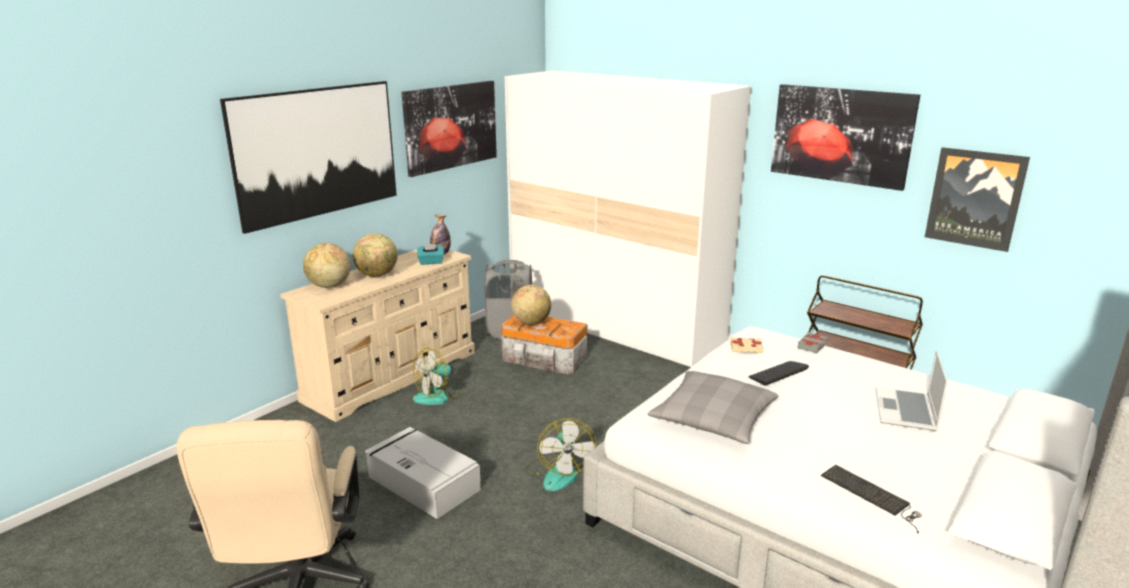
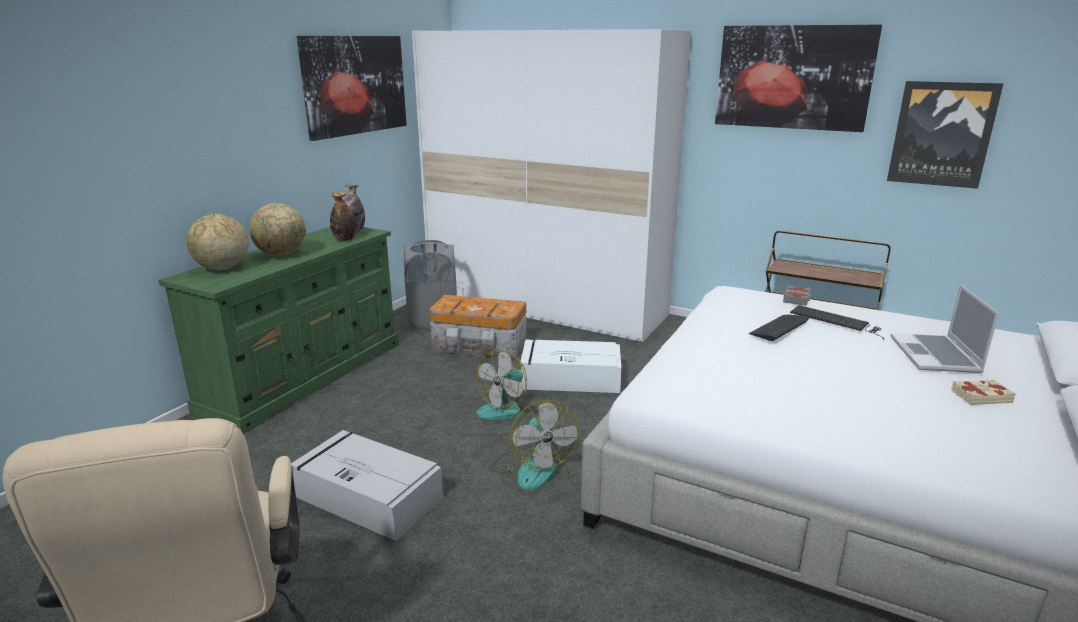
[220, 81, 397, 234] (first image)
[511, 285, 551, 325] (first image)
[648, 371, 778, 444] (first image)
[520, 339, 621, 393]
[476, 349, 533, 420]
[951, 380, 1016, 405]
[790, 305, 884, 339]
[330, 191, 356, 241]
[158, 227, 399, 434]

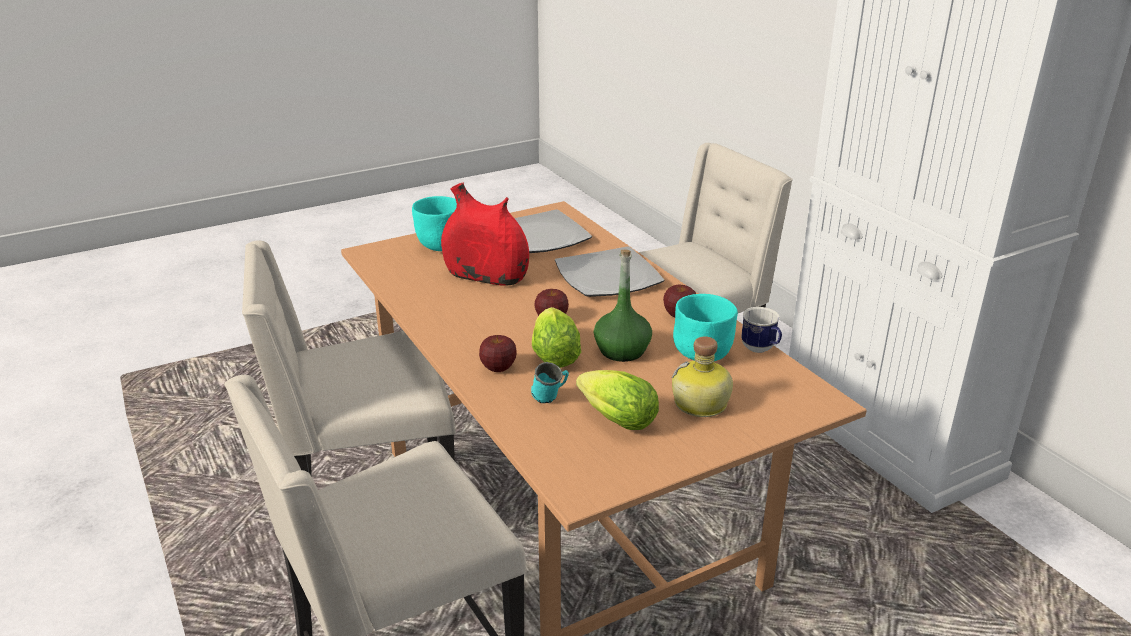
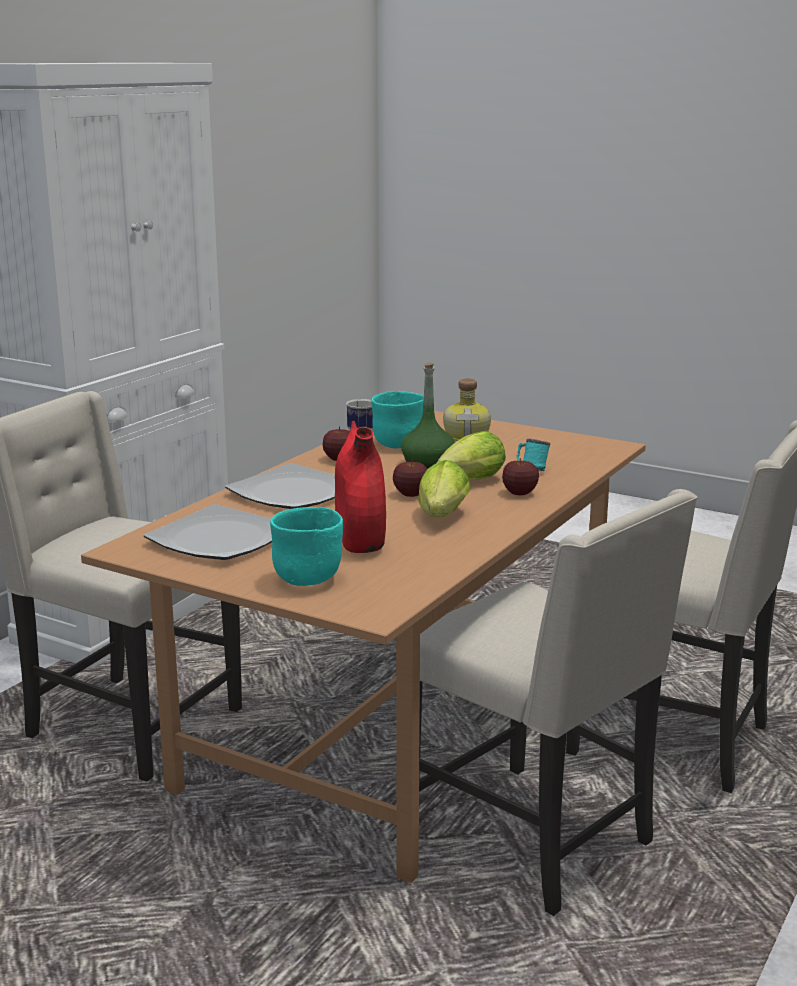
[418, 460, 471, 518]

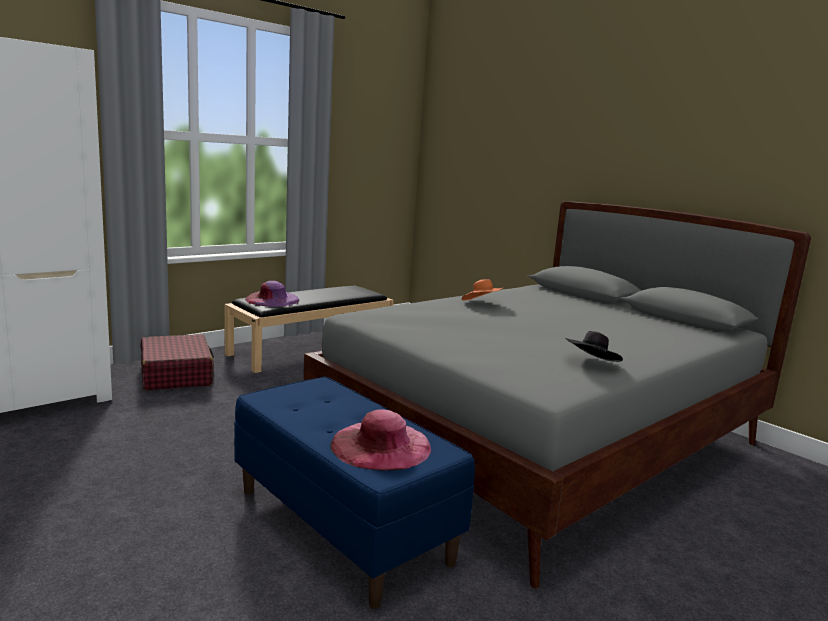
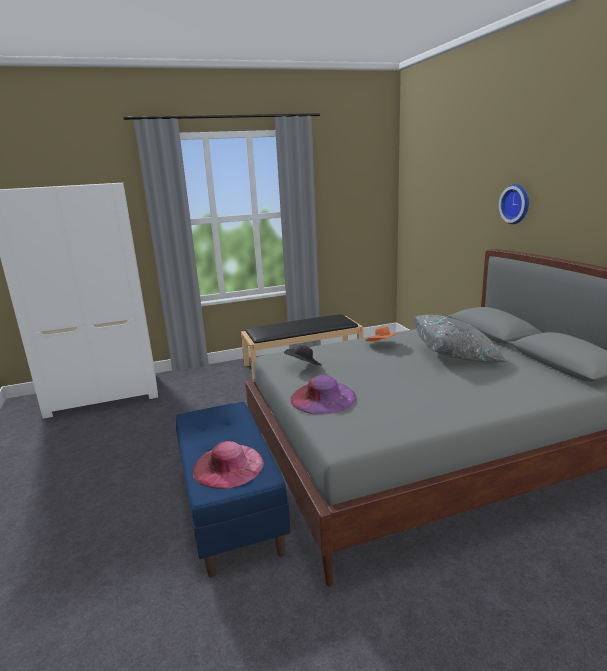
[140, 334, 214, 390] (first image)
[413, 315, 507, 362]
[499, 184, 529, 224]
[290, 375, 356, 414]
[284, 345, 322, 366]

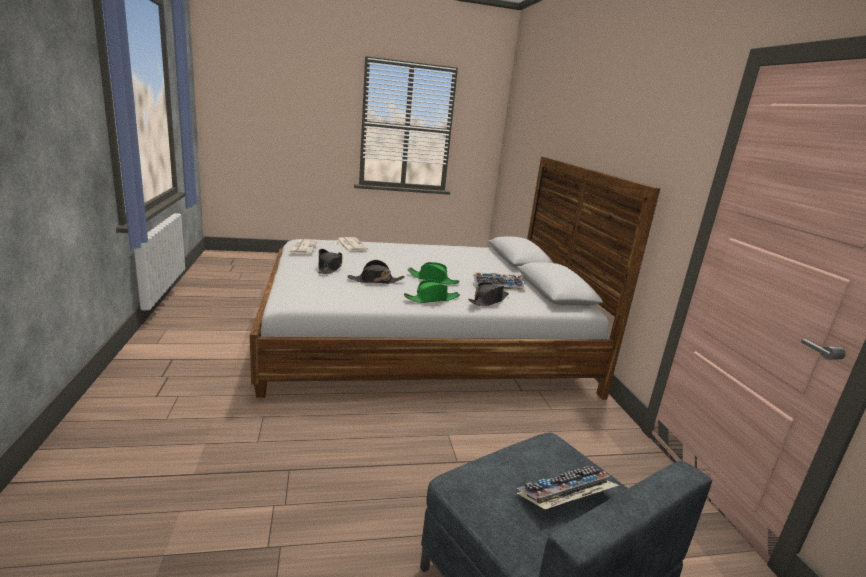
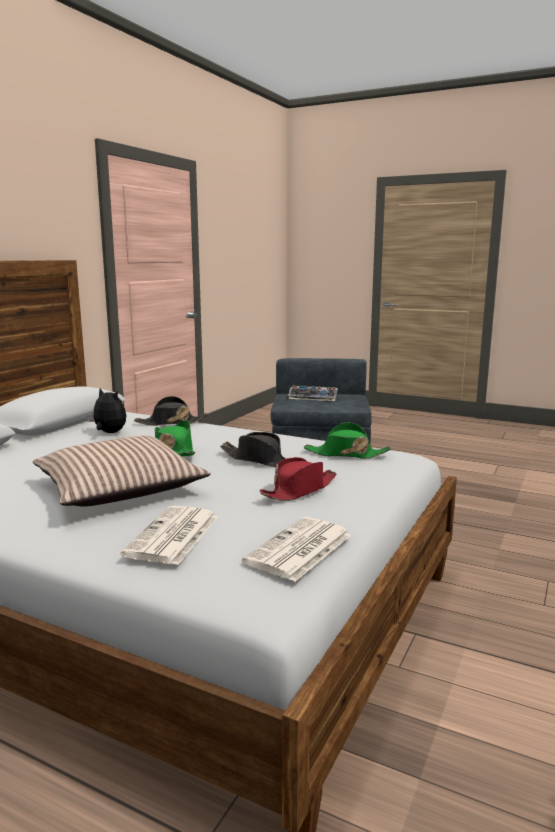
[33, 436, 210, 507]
[304, 422, 391, 459]
[88, 388, 127, 433]
[259, 457, 337, 501]

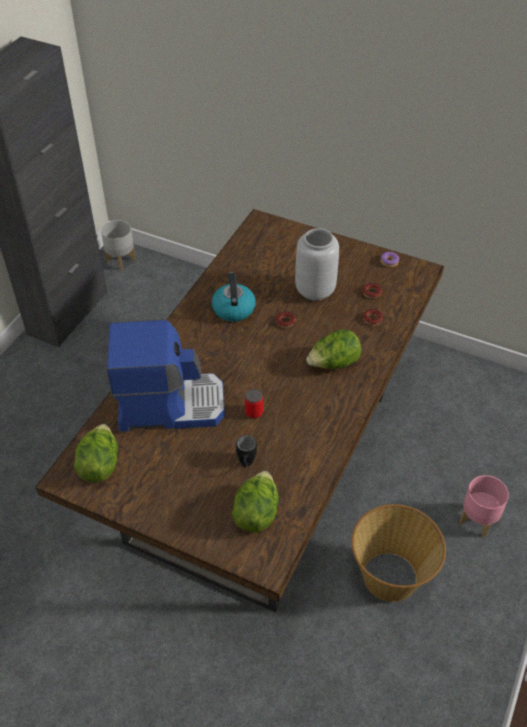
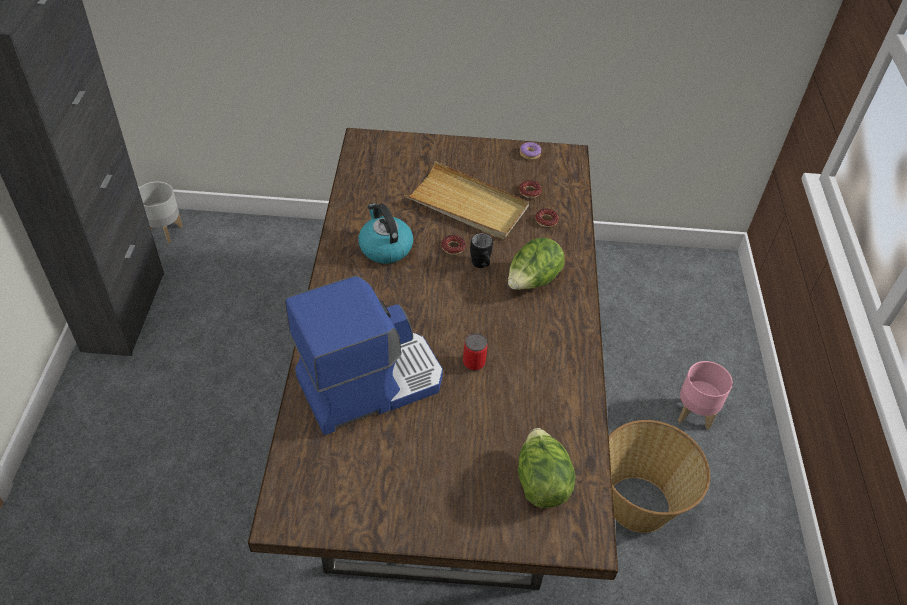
[74, 424, 118, 482] (first image)
[470, 233, 493, 268]
[404, 161, 529, 239]

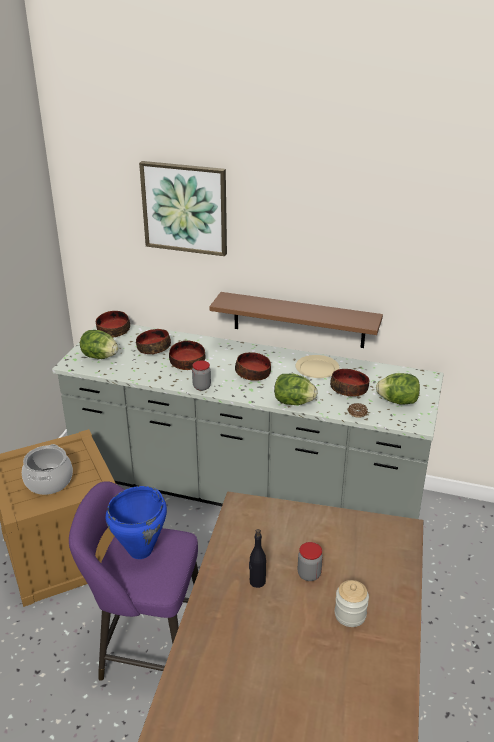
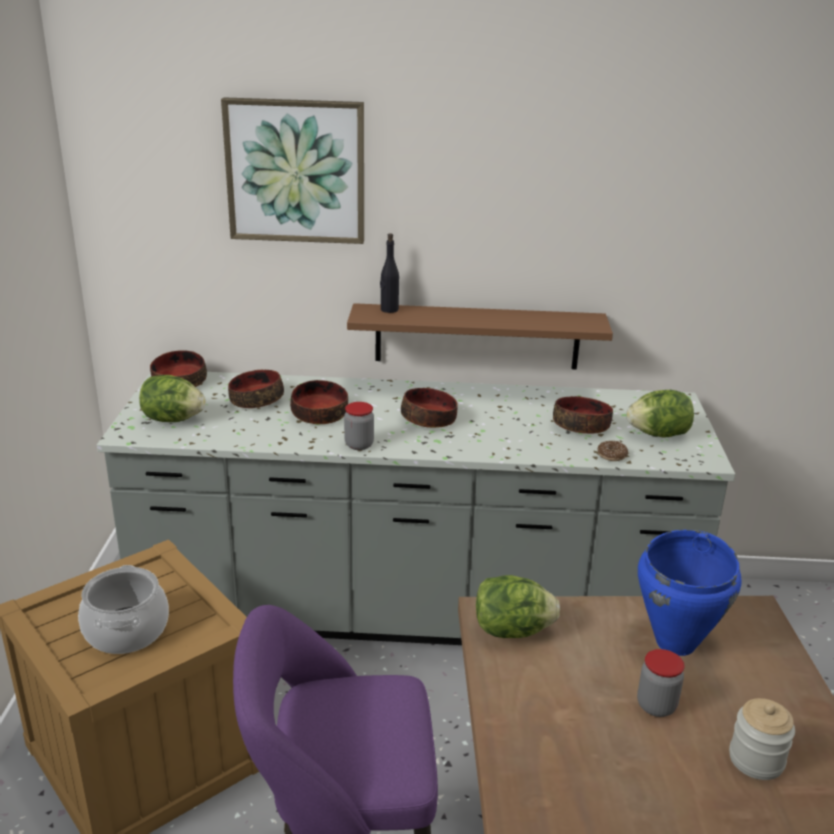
[295, 355, 339, 378] (first image)
[638, 529, 742, 656]
[380, 233, 399, 313]
[476, 575, 560, 638]

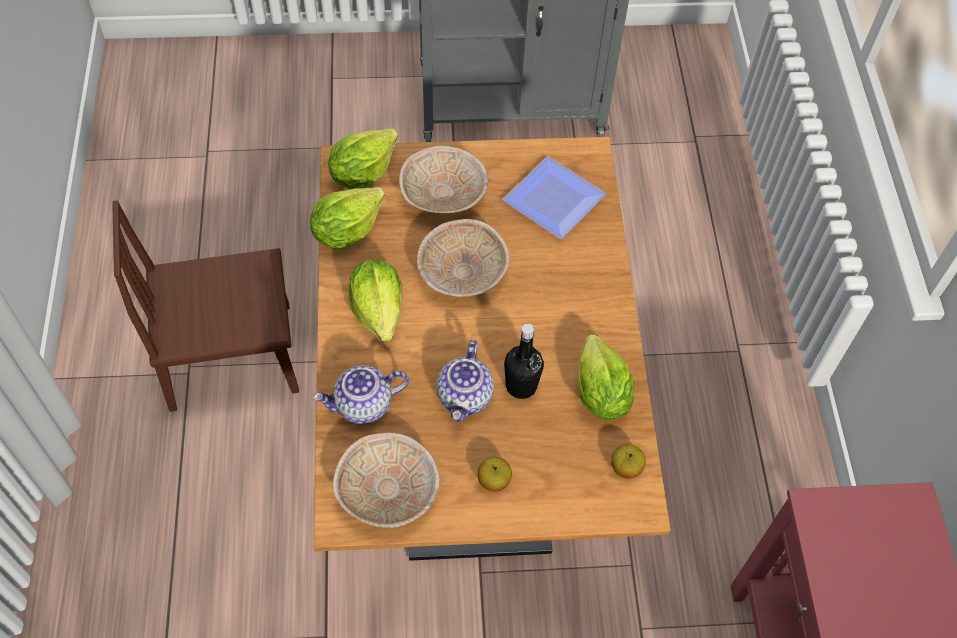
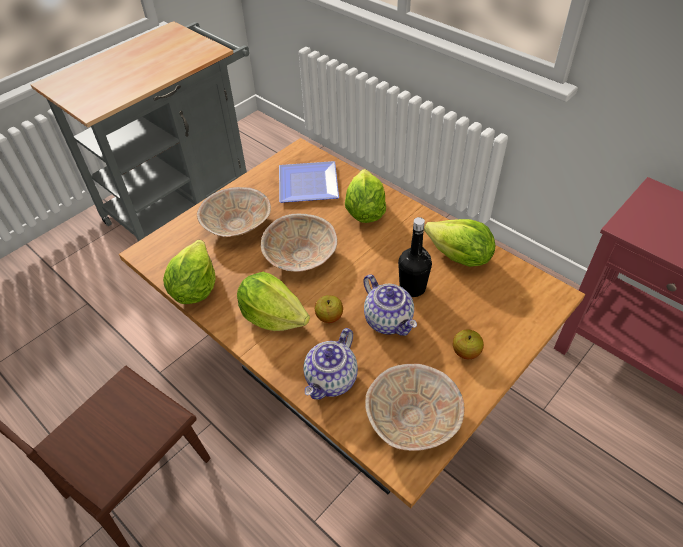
[345, 169, 386, 223]
[315, 295, 343, 323]

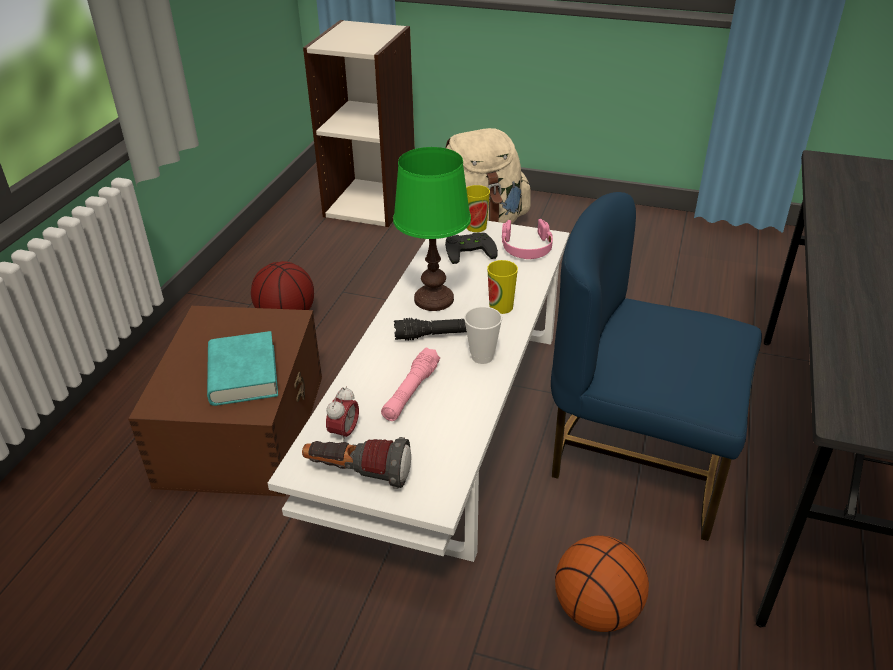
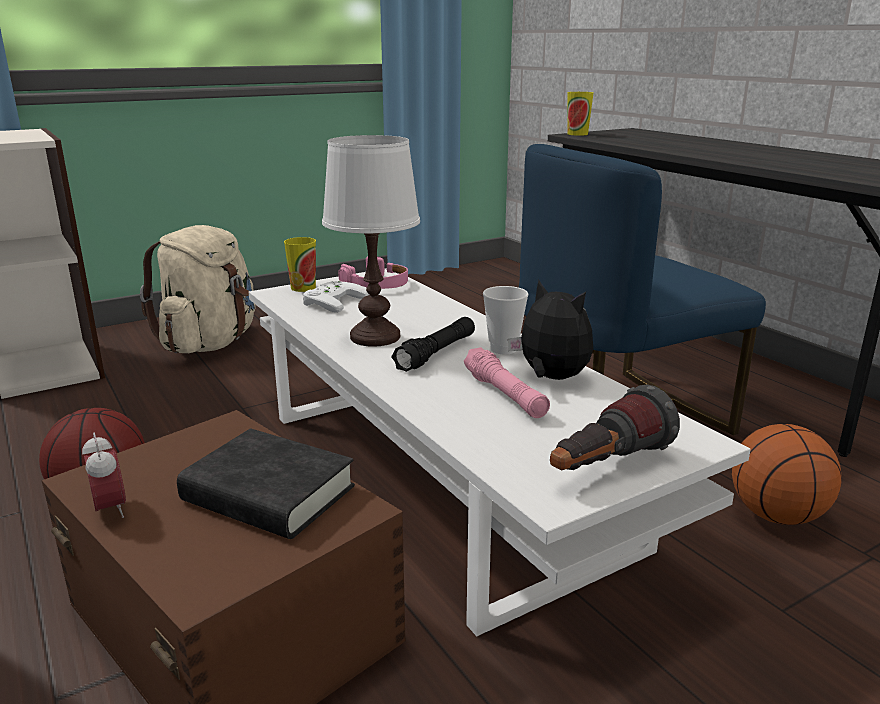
[508, 280, 593, 380]
[82, 432, 126, 518]
[567, 92, 594, 136]
[177, 429, 355, 539]
[322, 135, 420, 347]
[303, 281, 369, 313]

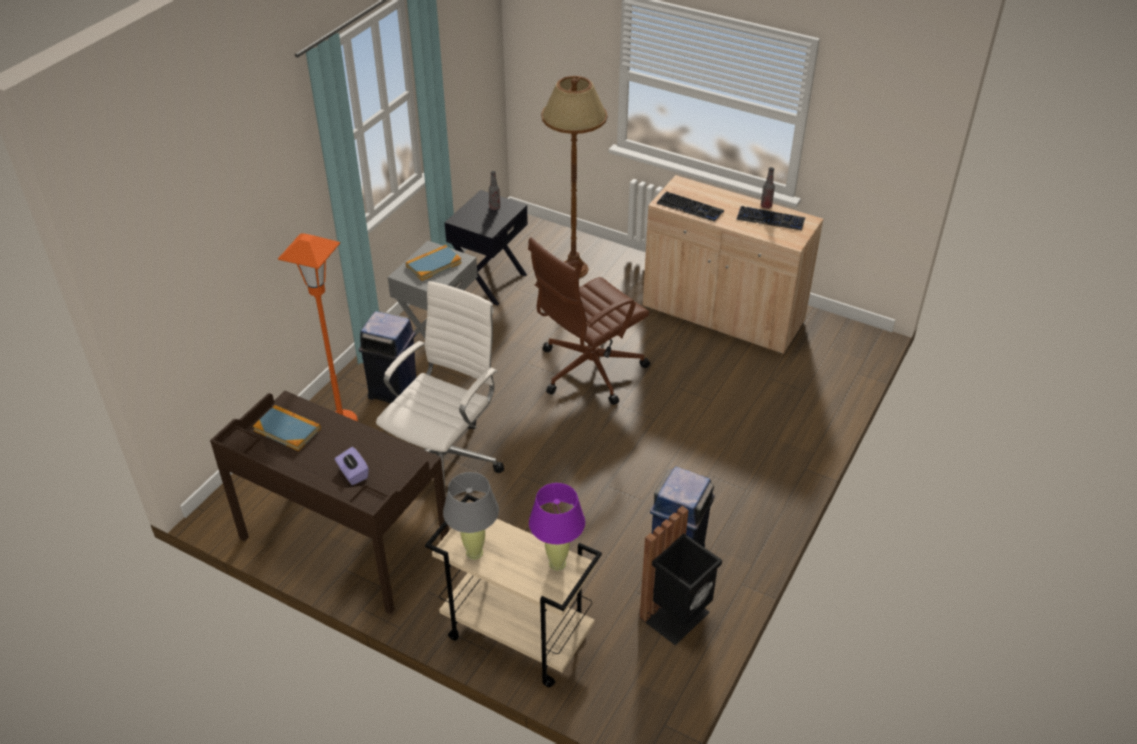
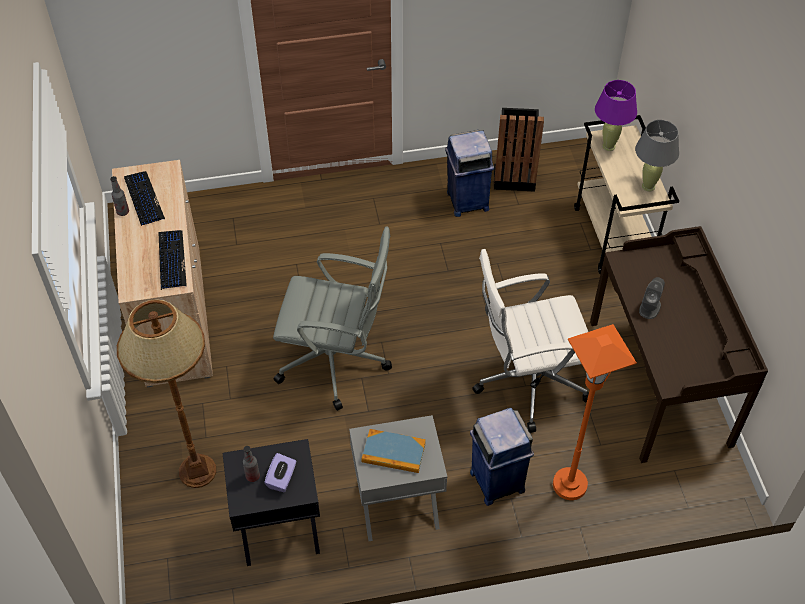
[253, 405, 321, 451] (first image)
[639, 277, 665, 319]
[264, 453, 296, 492]
[273, 227, 392, 411]

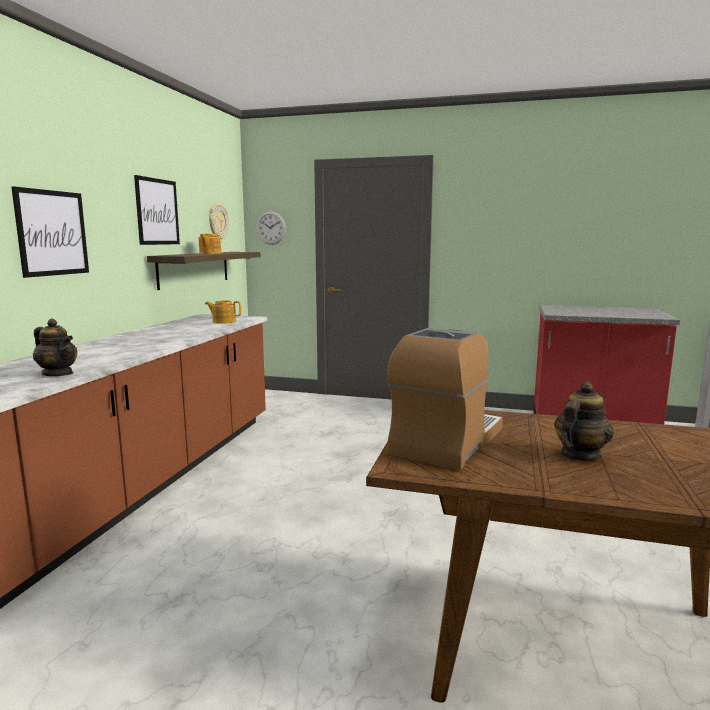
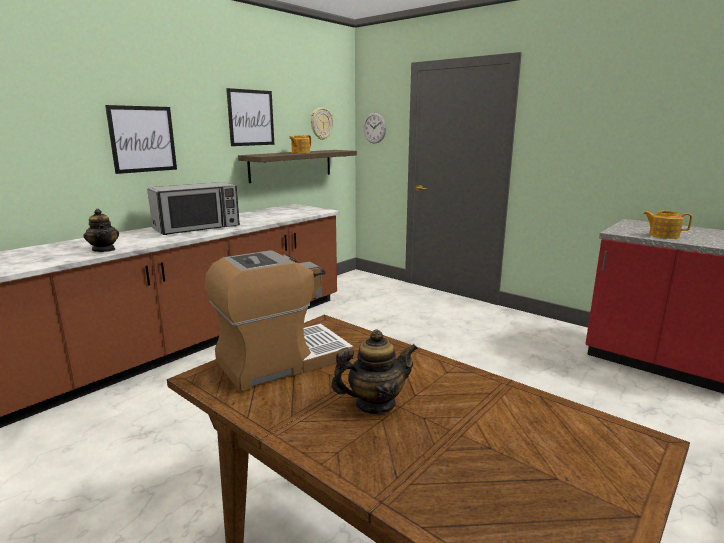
[147, 182, 240, 235]
[643, 211, 692, 239]

